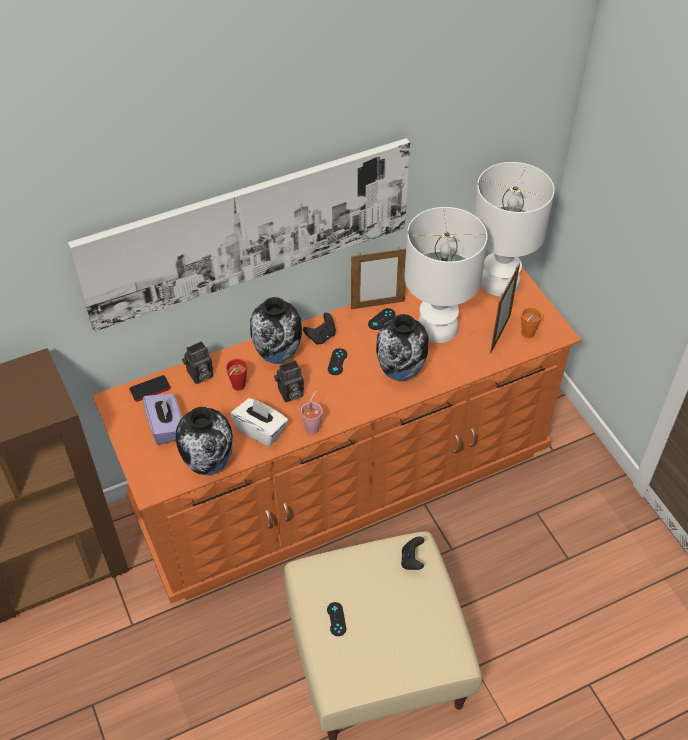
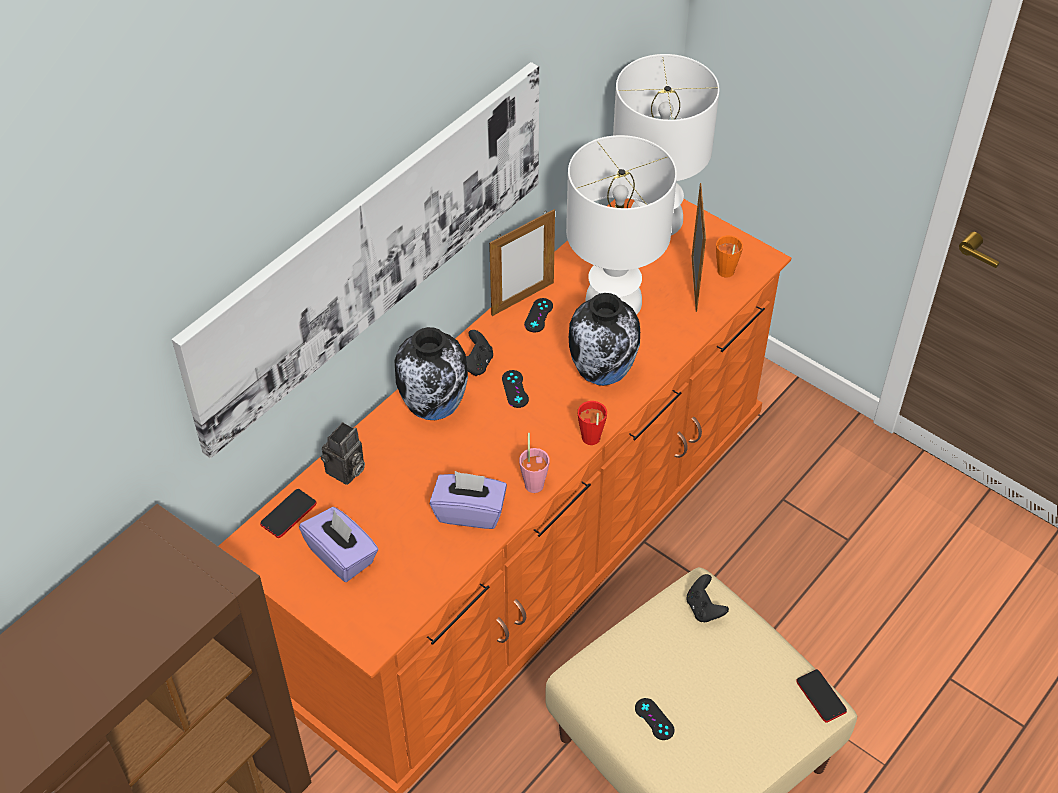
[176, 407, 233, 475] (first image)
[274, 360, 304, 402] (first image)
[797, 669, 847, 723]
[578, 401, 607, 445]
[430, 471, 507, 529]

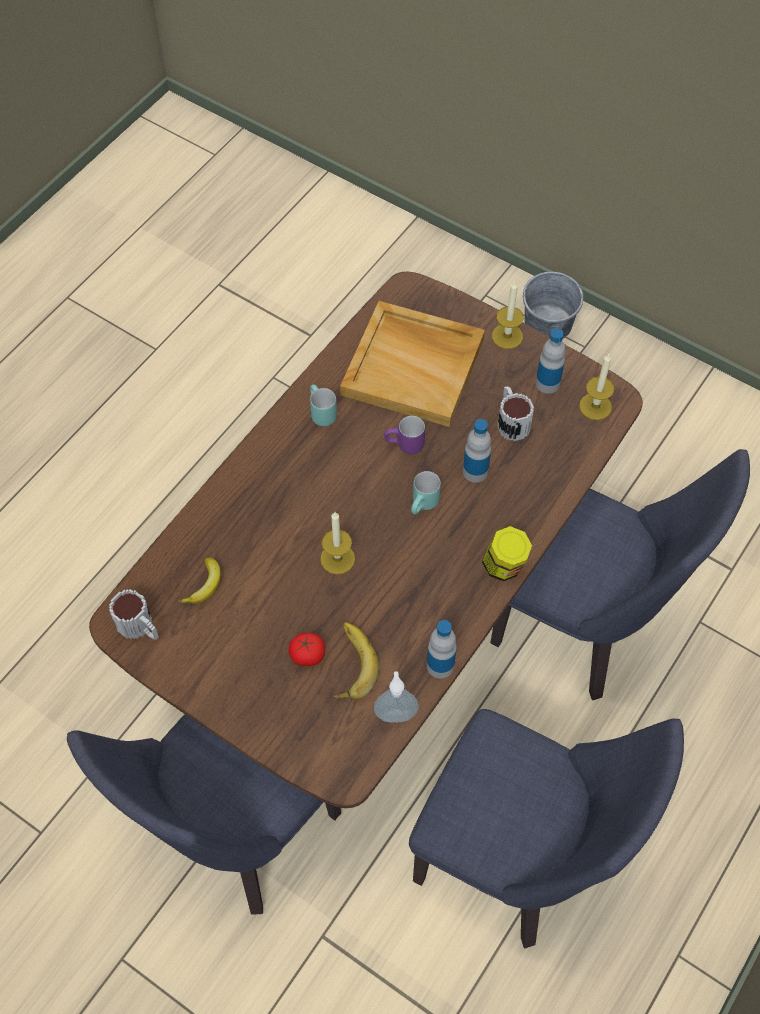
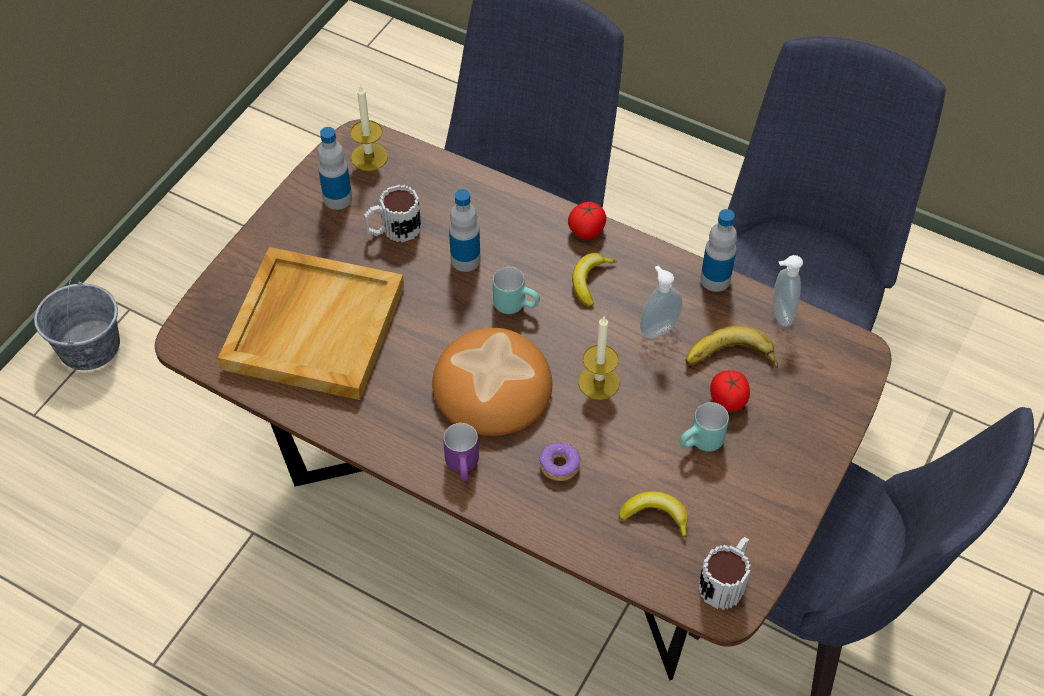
[492, 281, 524, 349] (first image)
[432, 328, 552, 436]
[539, 442, 580, 481]
[572, 253, 617, 307]
[640, 266, 682, 338]
[680, 402, 729, 451]
[443, 423, 479, 481]
[568, 202, 606, 239]

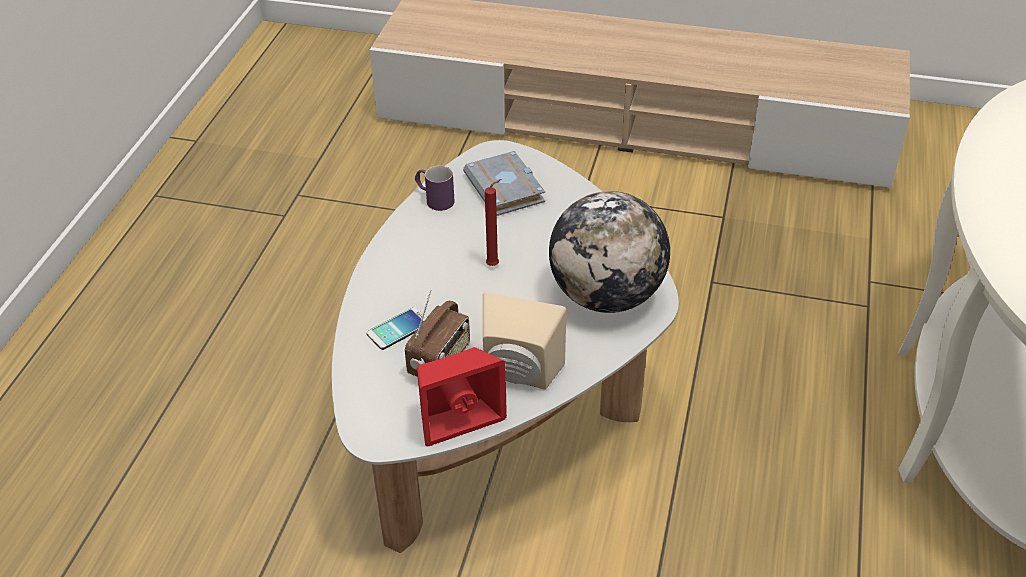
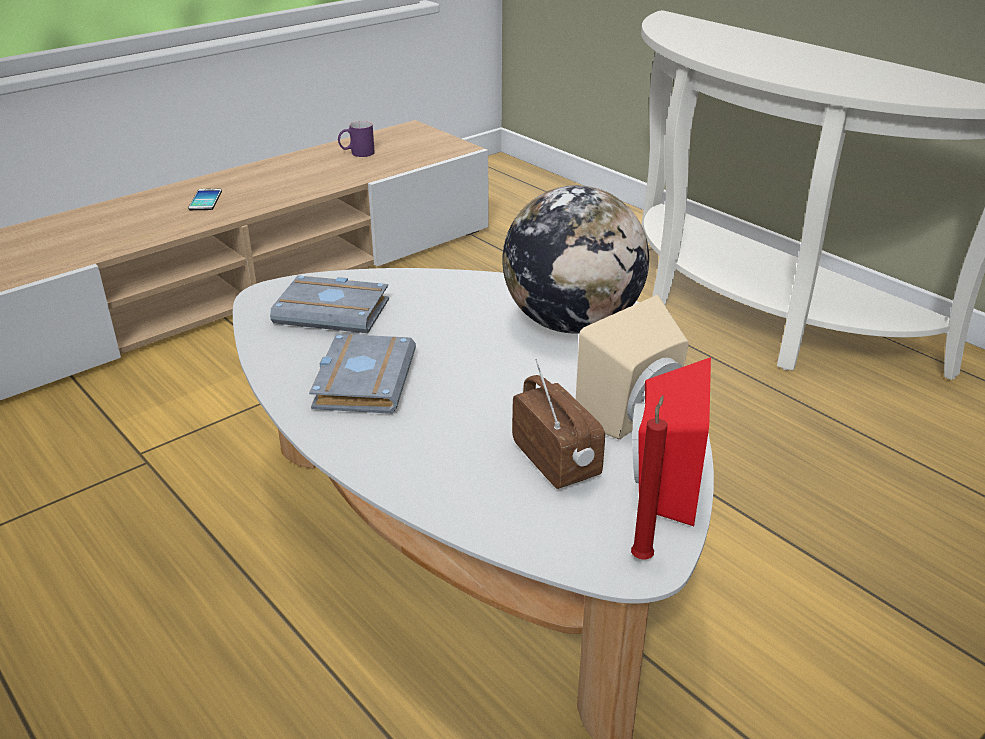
[309, 334, 416, 414]
[188, 189, 222, 210]
[338, 121, 375, 157]
[631, 396, 668, 560]

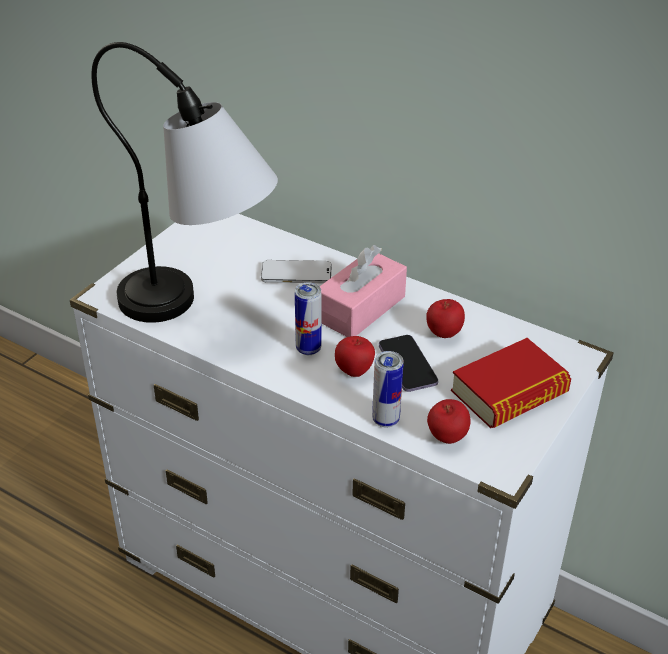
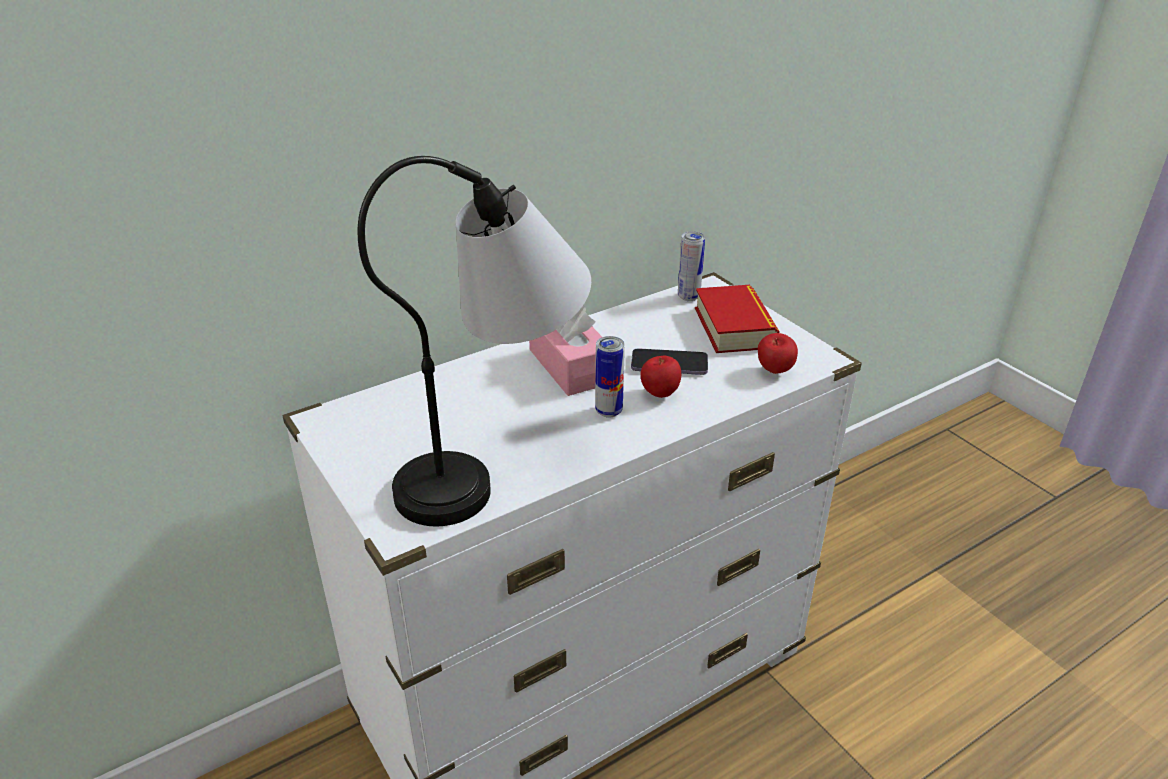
[261, 260, 332, 284] (first image)
[426, 299, 465, 338] (first image)
[678, 231, 705, 301]

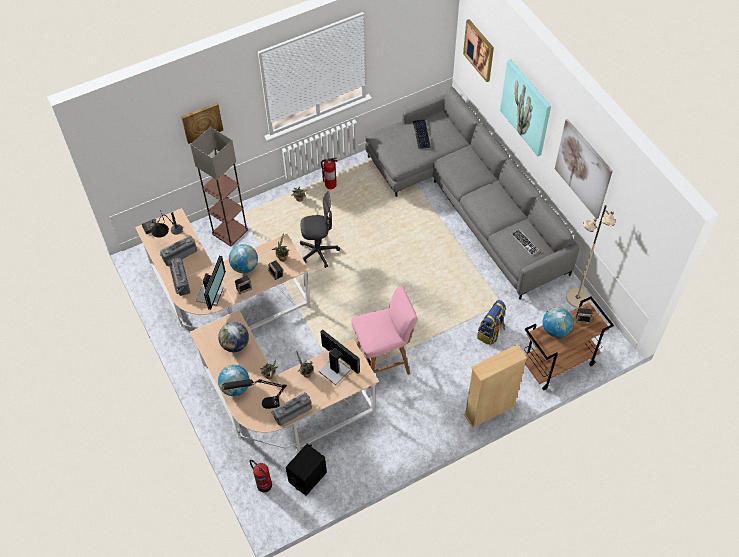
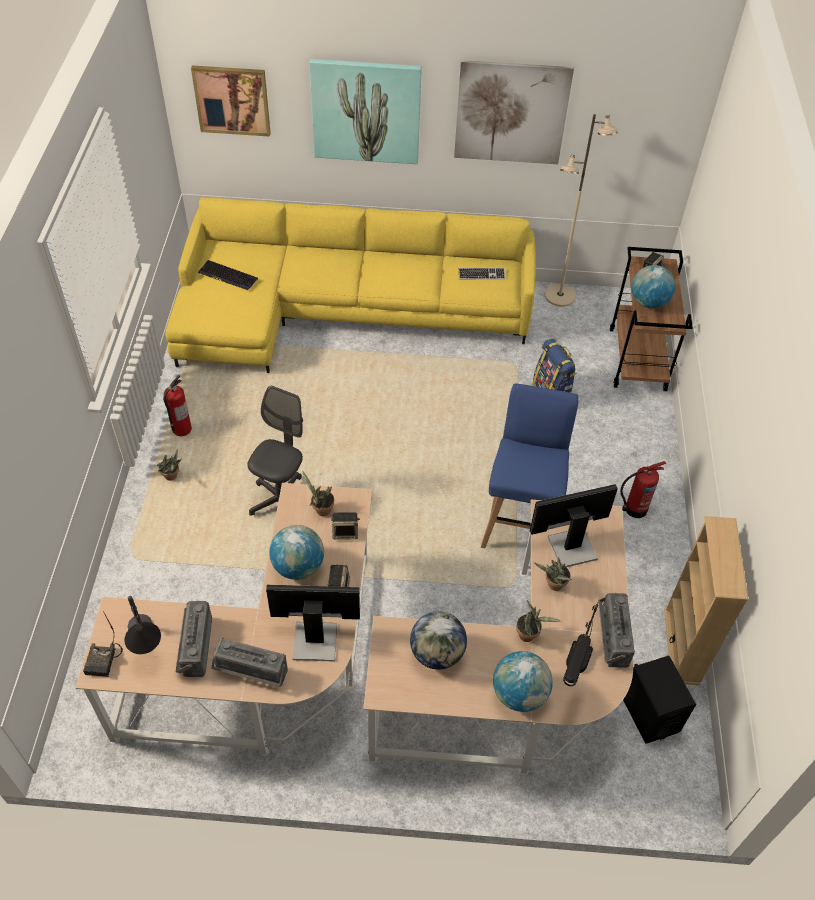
[181, 103, 223, 144] (first image)
[190, 127, 248, 246] (first image)
[620, 461, 666, 518]
[664, 516, 749, 685]
[481, 383, 578, 548]
[165, 197, 536, 373]
[266, 585, 360, 662]

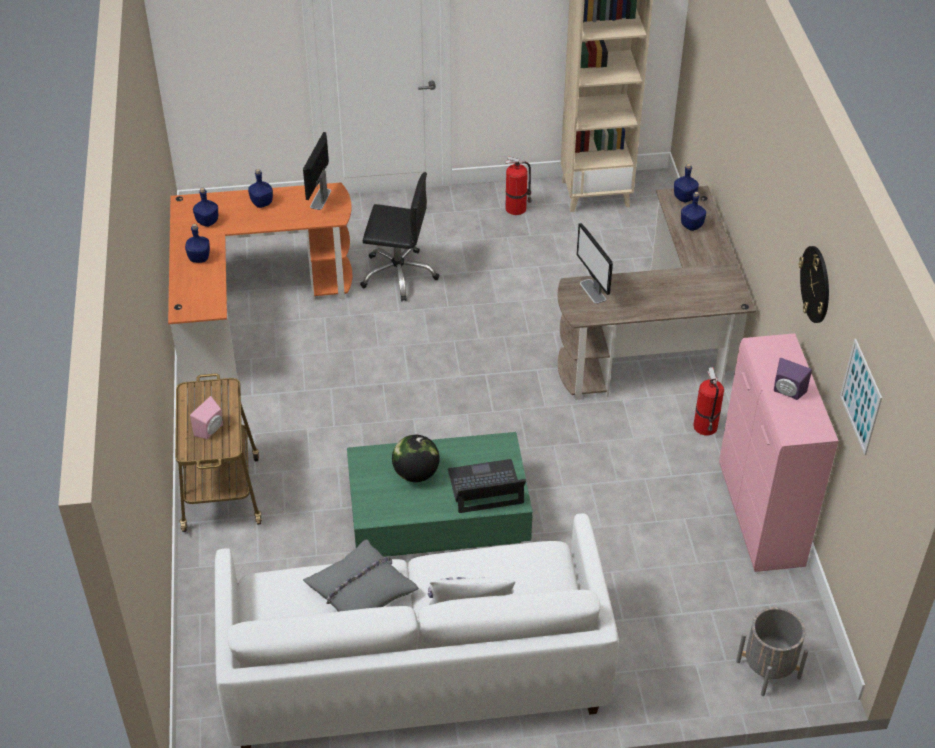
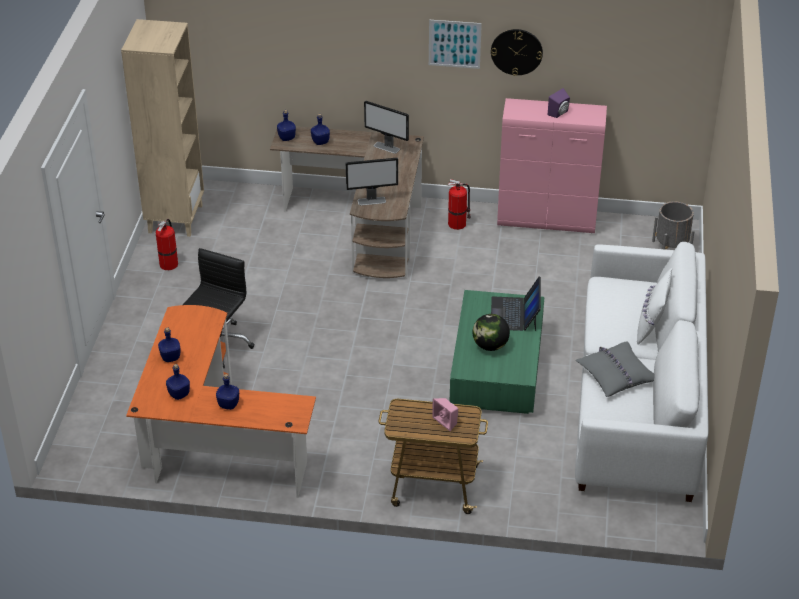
[364, 101, 409, 154]
[429, 20, 482, 69]

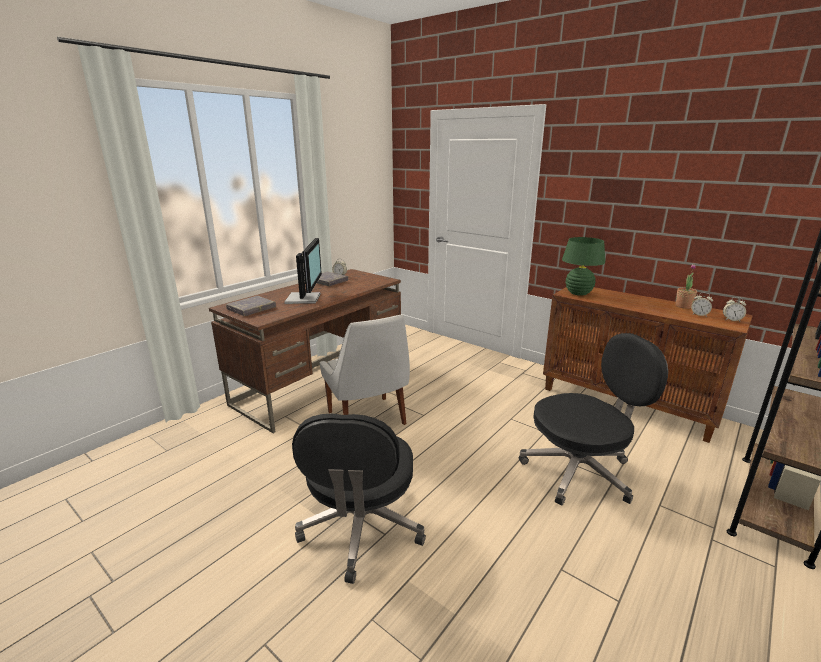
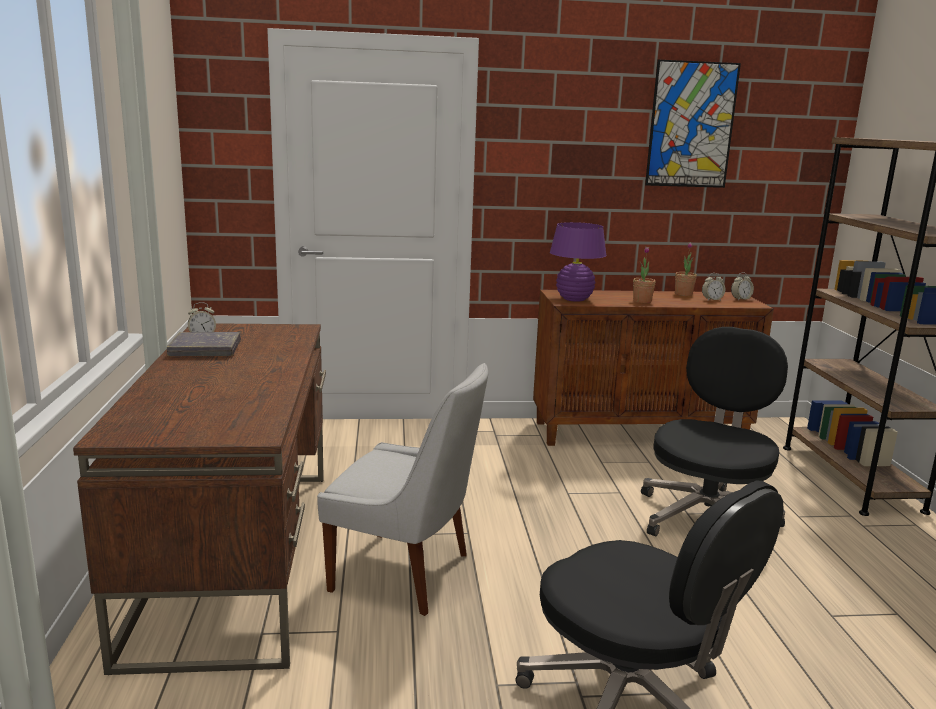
[226, 296, 276, 316] (first image)
[284, 238, 322, 304] (first image)
[633, 247, 656, 303]
[645, 60, 741, 188]
[550, 222, 607, 302]

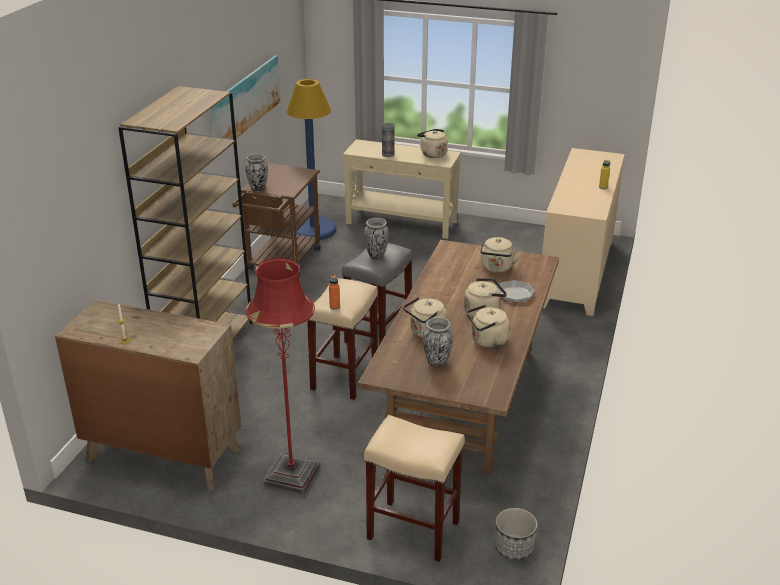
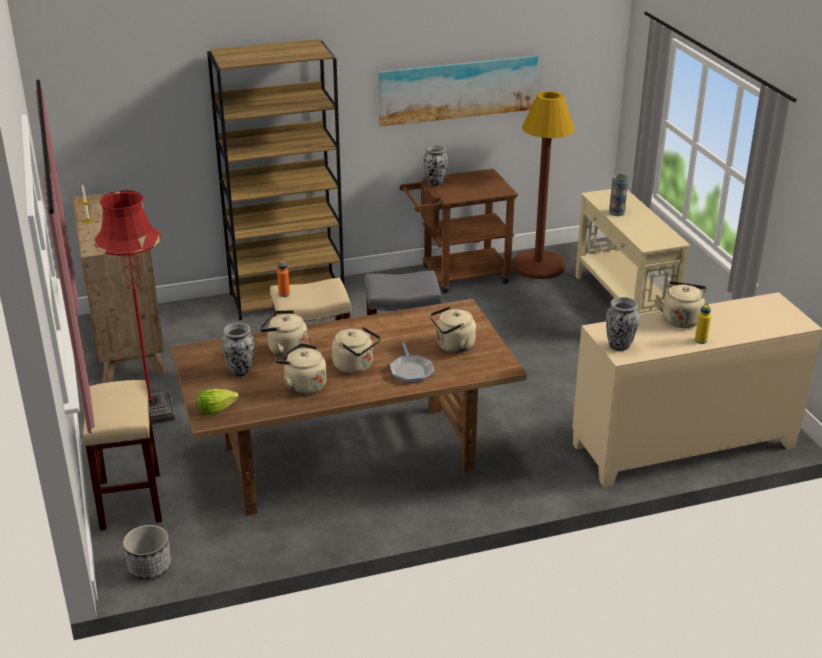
[196, 389, 239, 415]
[606, 297, 640, 351]
[655, 281, 707, 328]
[512, 91, 575, 279]

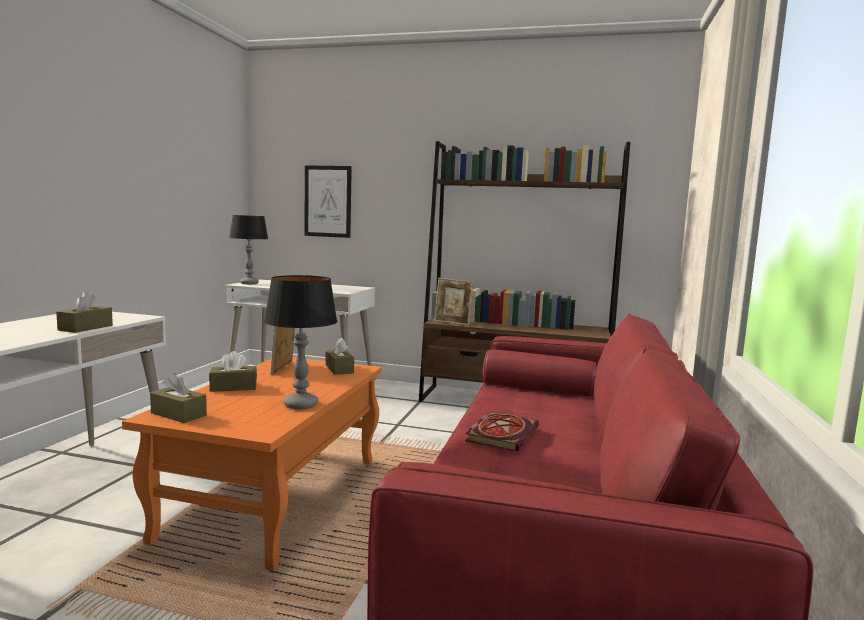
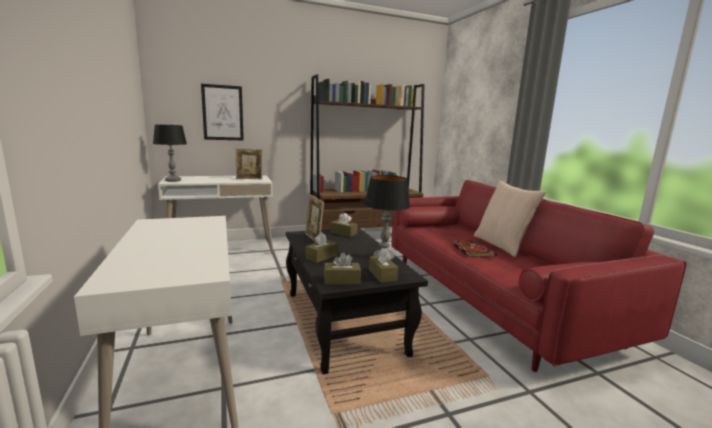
[474, 180, 546, 257]
[369, 248, 398, 283]
[236, 148, 262, 179]
[286, 227, 428, 374]

